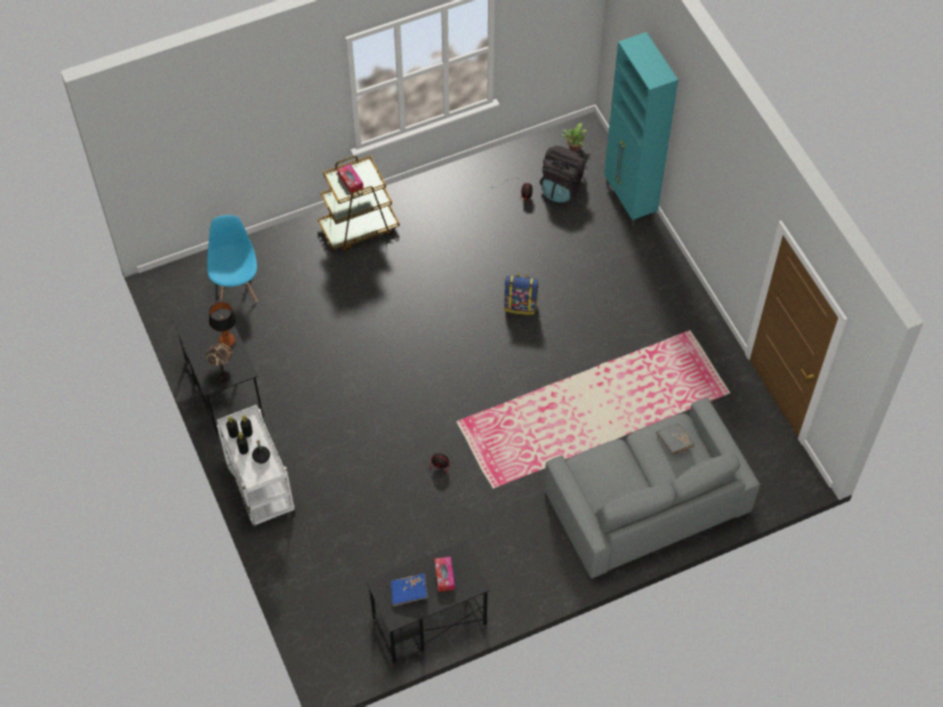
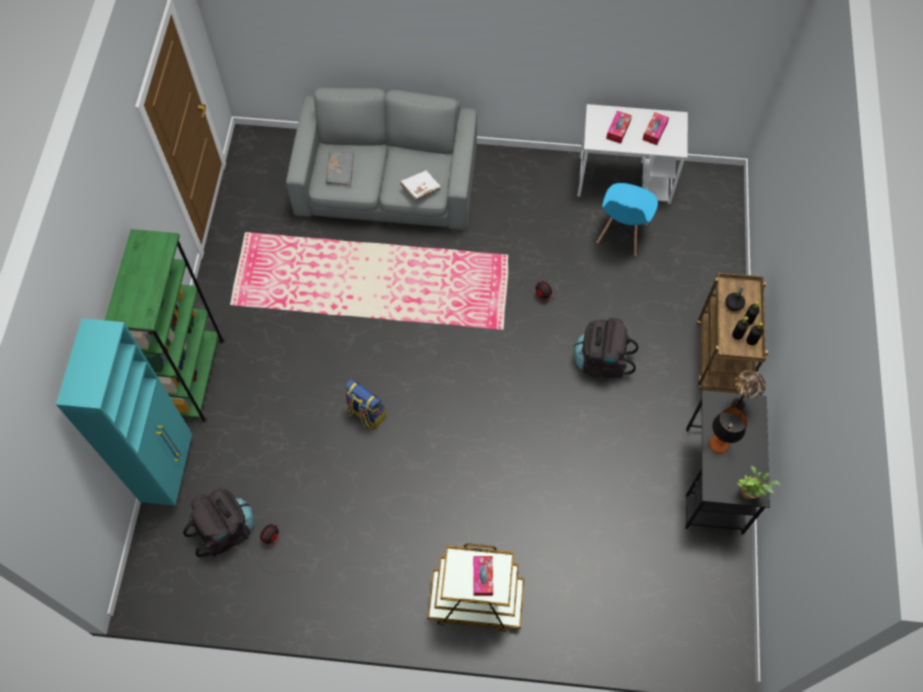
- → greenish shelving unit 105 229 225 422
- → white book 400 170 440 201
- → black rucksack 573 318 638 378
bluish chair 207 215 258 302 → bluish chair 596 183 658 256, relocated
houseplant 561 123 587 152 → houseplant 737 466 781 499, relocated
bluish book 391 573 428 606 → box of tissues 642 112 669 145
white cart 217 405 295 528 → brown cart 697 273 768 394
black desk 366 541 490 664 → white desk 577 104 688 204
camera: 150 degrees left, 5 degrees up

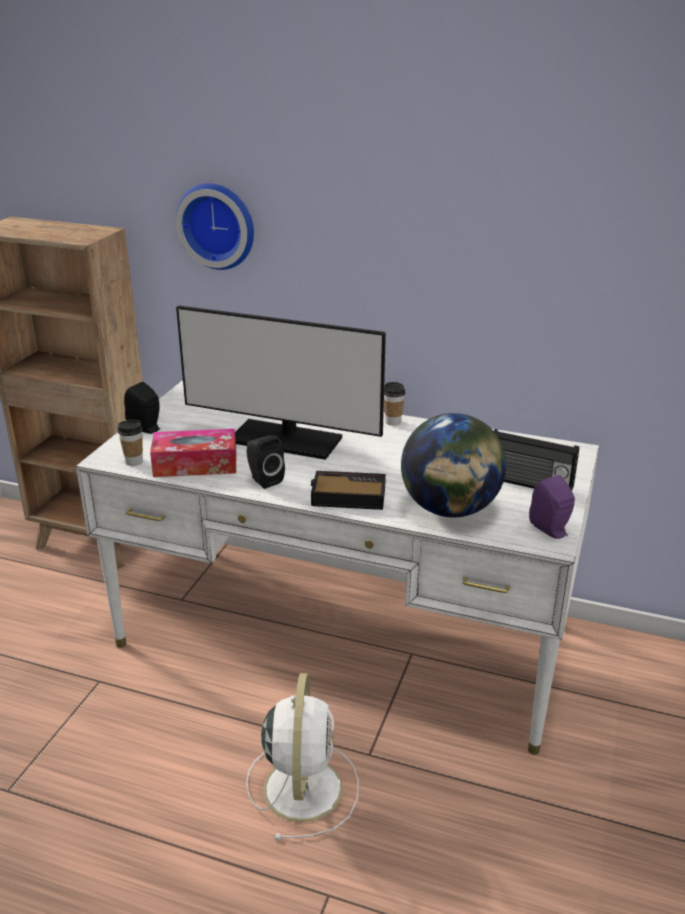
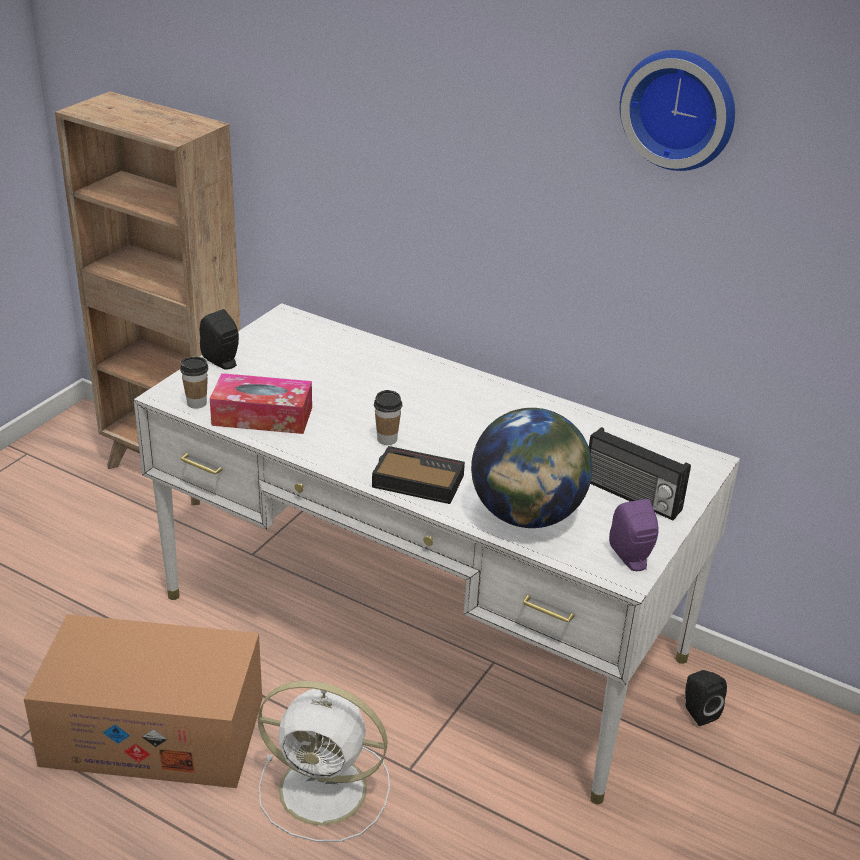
computer screen 176 305 386 460 → -
- → packing box 24 614 262 788
clock on the wall 176 183 254 270 → clock on the wall 620 50 735 171, relocated
black loudspeaker 247 435 285 489 → black loudspeaker 685 670 727 726, relocated
drinking cup 384 382 405 426 → drinking cup 374 390 402 445, relocated
white fan 246 673 359 840 → white fan 258 681 390 842, 90 degrees clockwise
camera: 10 degrees right, 5 degrees up

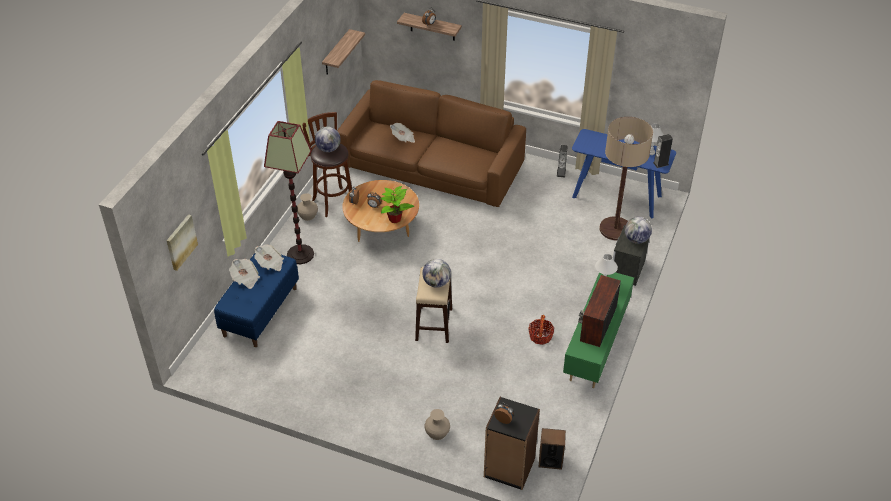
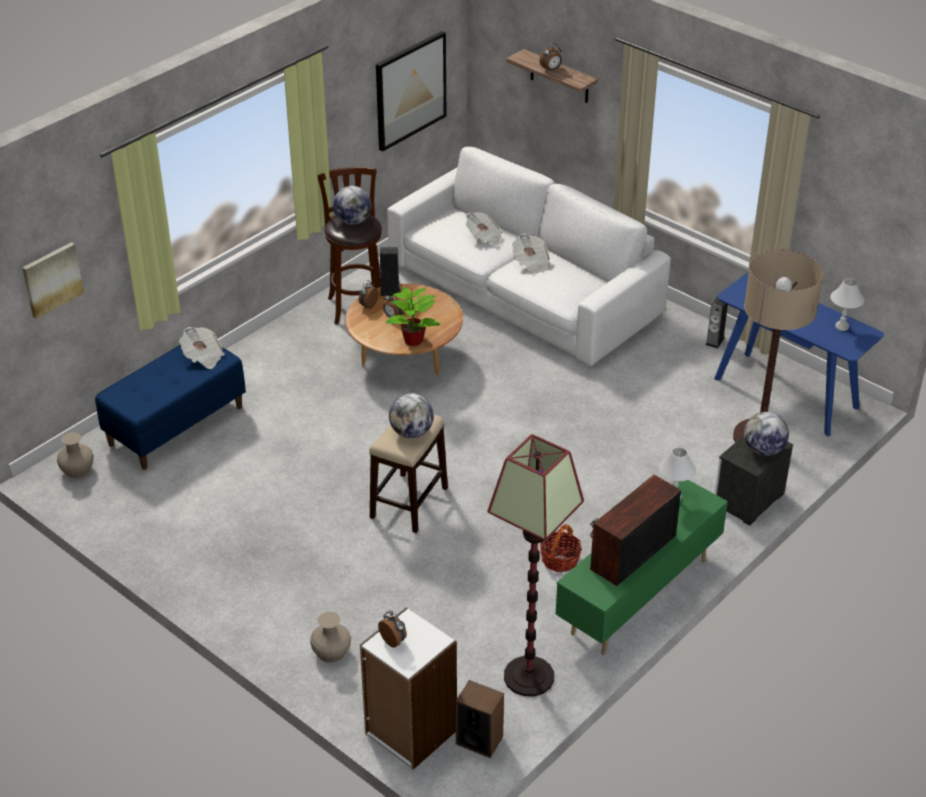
printed paper 229 259 260 289 → printed paper 512 233 551 275, relocated
standard lamp 264 121 314 264 → standard lamp 487 434 584 697, relocated
beige-coloured vase 297 193 318 221 → beige-coloured vase 57 432 94 478, relocated
loudspeaker 653 134 673 168 → loudspeaker 380 247 401 296, relocated
shelf 322 29 365 74 → wall art 376 31 446 152
brown sofa 337 80 526 207 → white sofa 388 147 671 366
black shelving unit 484 397 540 490 → white shelving unit 360 607 457 770
camera: 20 degrees right, 5 degrees down

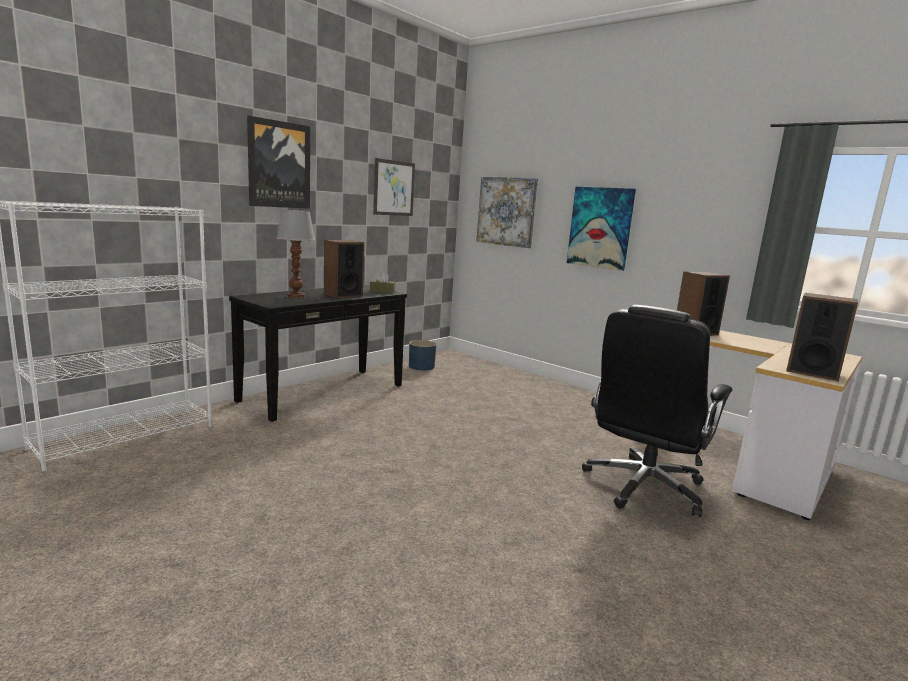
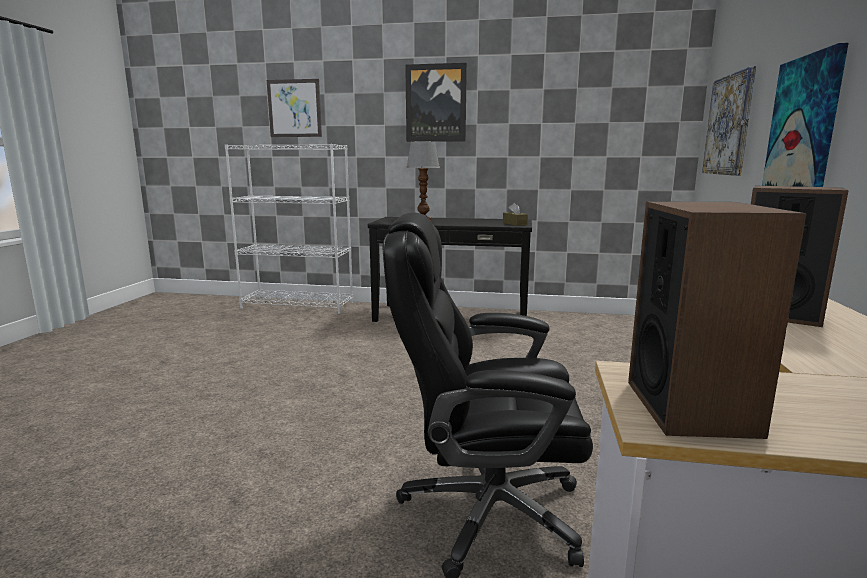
loudspeaker 324 240 364 298 → -
bluish plant pot 409 340 436 371 → -
wall art 373 158 415 216 → wall art 267 79 322 137, relocated
camera: 60 degrees right, 0 degrees up

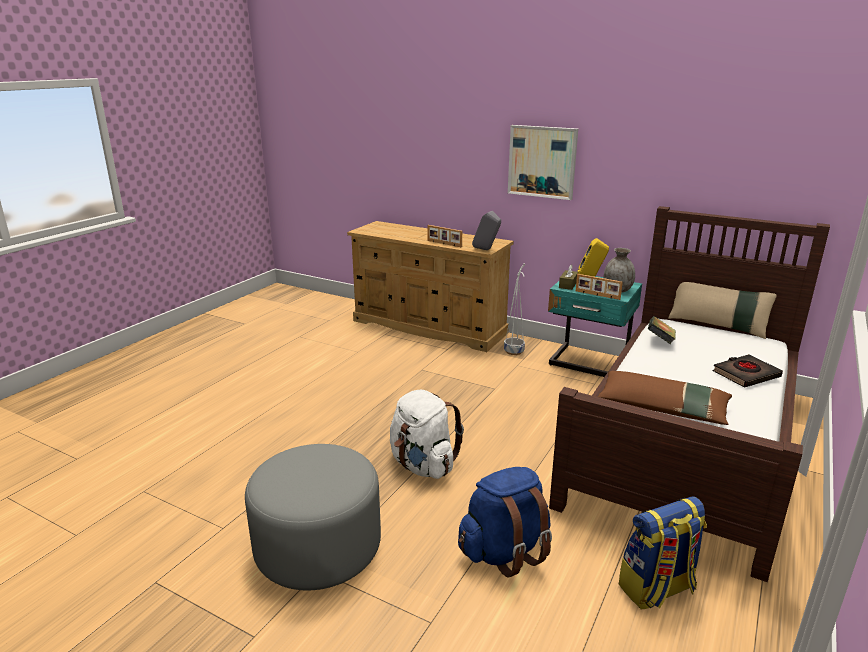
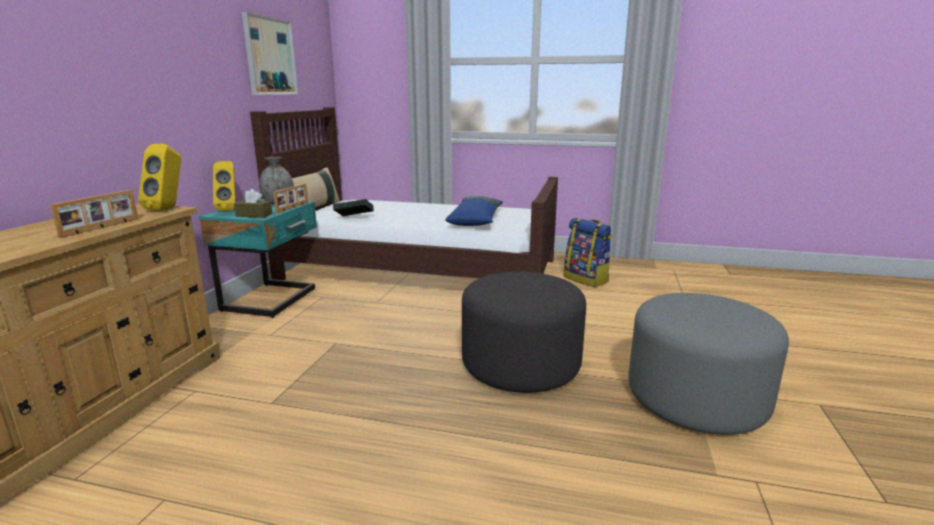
bluish rucksack 458 467 552 577 → -
white plant pot 504 264 525 355 → -
black book 712 354 783 388 → -
wall art 508 125 578 200 → wall art 242 12 298 95, relocated
white rucksack 390 390 464 479 → greyish footrest 462 272 586 393
greyish loudspeaker 472 211 501 250 → yellow-coloured loudspeaker 138 144 181 210
brown pillow 597 371 732 425 → bluish pillow 445 195 503 226
camera: 105 degrees left, 5 degrees down

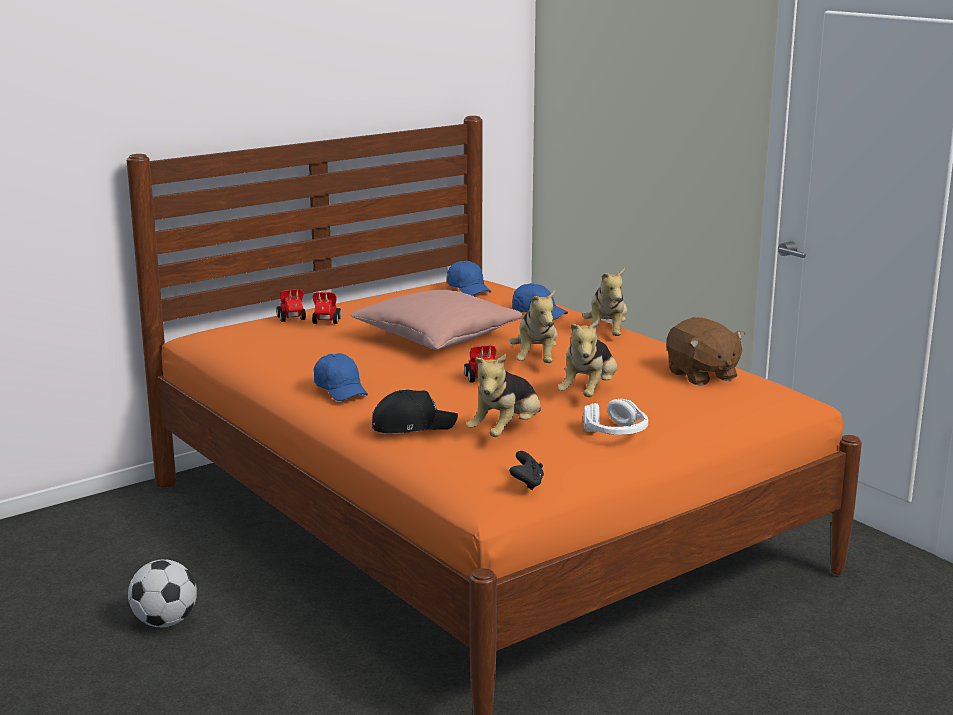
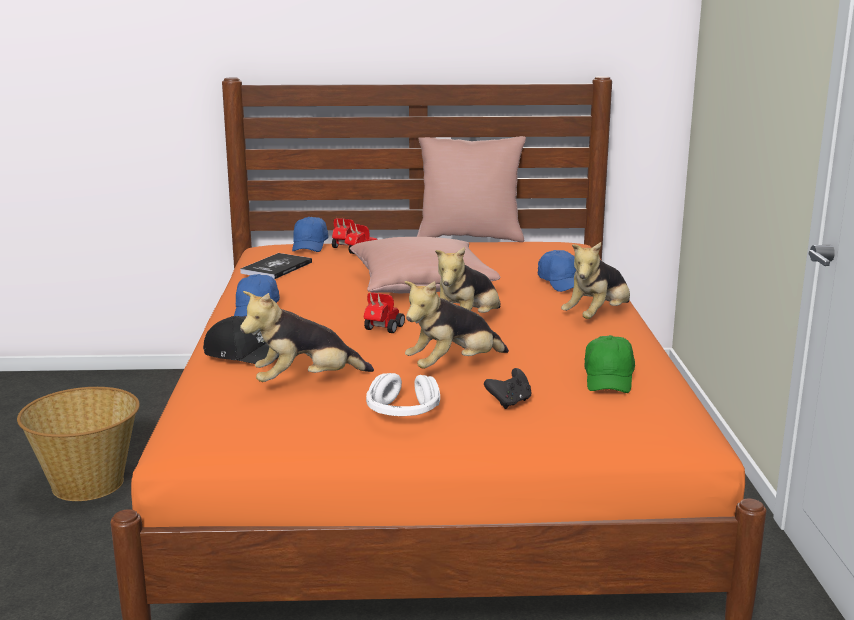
- → book 240 253 312 279
- → pinkish pillow 417 136 526 242
bluish cap 447 261 491 296 → bluish cap 292 217 329 252, relocated
black joypad 509 451 544 490 → black joypad 484 368 532 409, relocated
ball for football 128 559 197 627 → household basket 17 387 140 501
brown cuddly toy 666 317 745 386 → greenish cap 584 335 635 393
camera: 35 degrees right, 0 degrees up

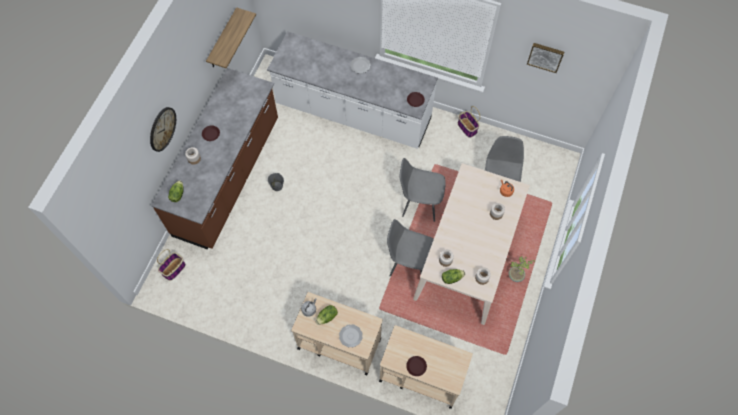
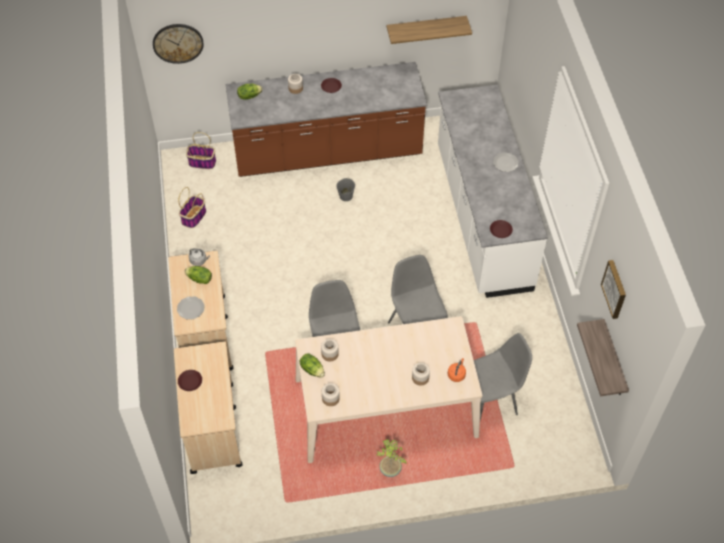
- → shelf 577 319 629 396
clock on the wall 150 107 176 152 → clock on the wall 153 24 204 64, relocated
household basket 458 106 480 138 → household basket 178 187 206 228, relocated
camera: 60 degrees right, 10 degrees down

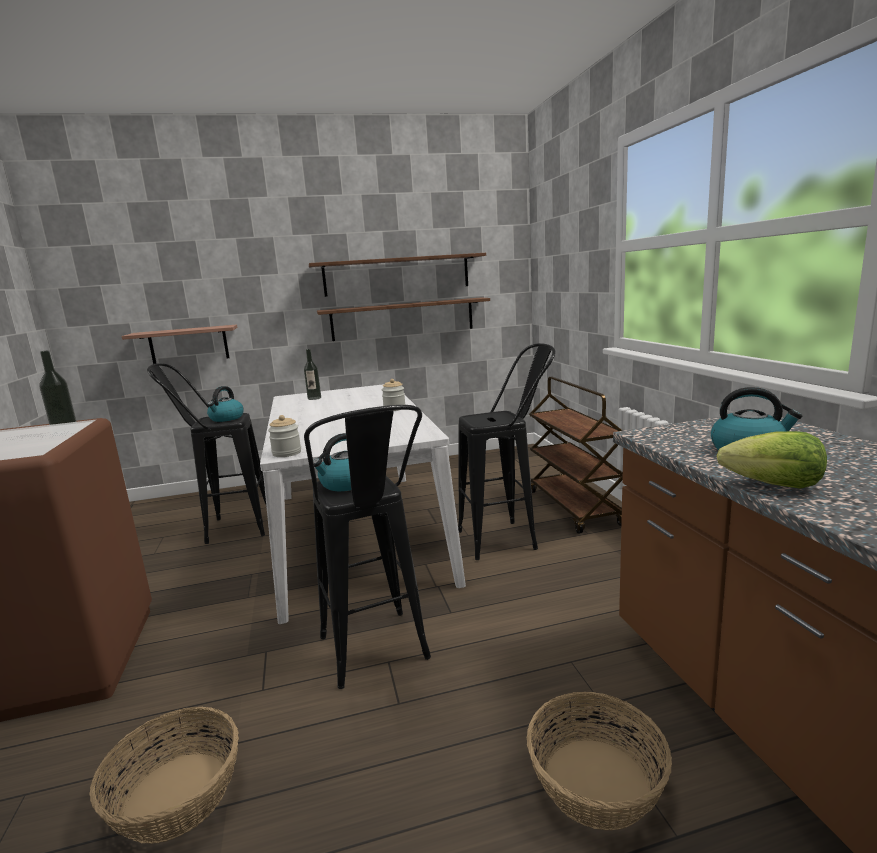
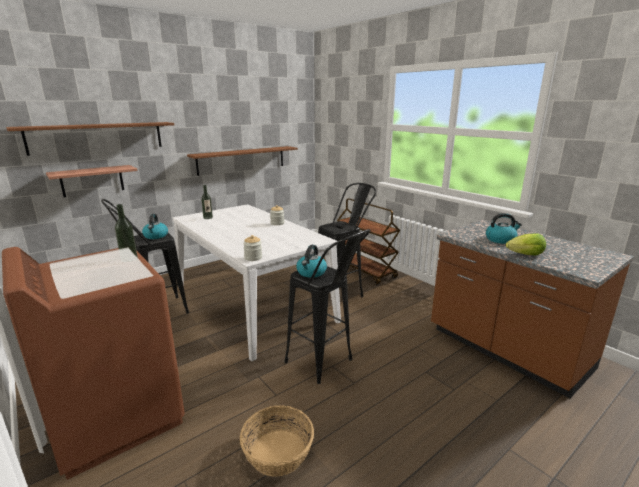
household basket 527 692 672 830 → -
brown shelf 309 253 486 297 → brown shelf 6 122 174 156, relocated
camera: 25 degrees left, 5 degrees up

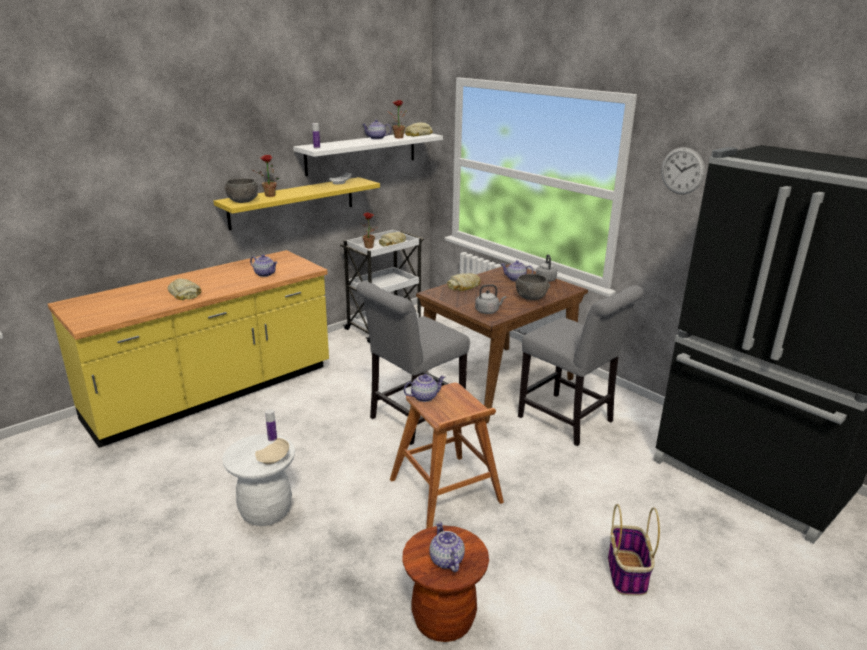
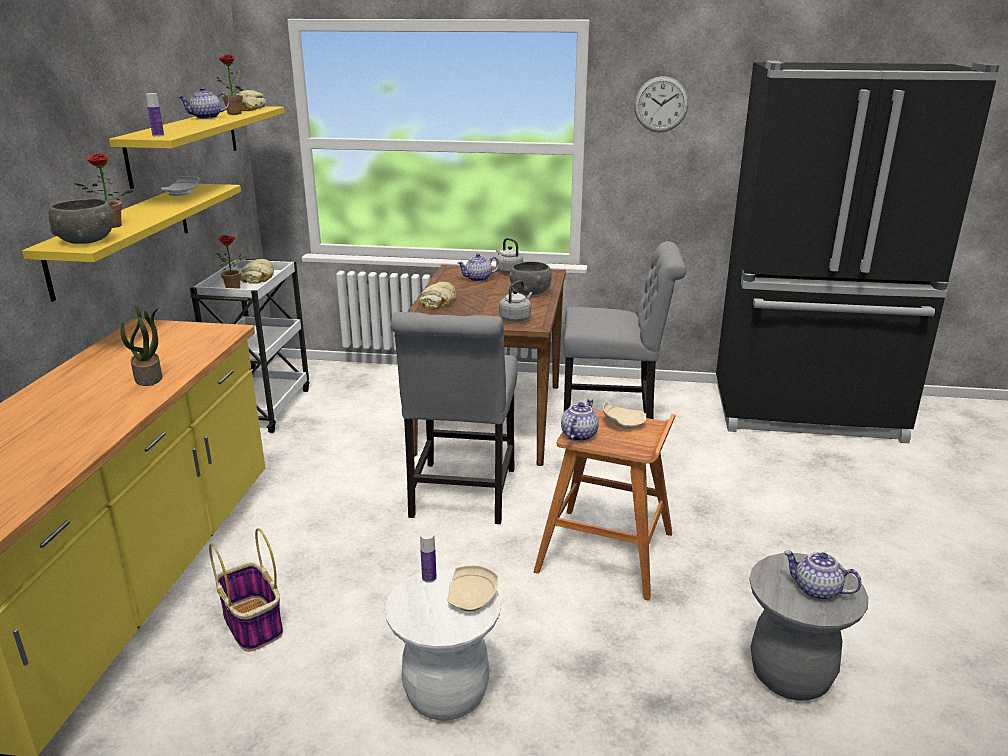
bread 167 278 201 300 → -
teapot 250 255 277 277 → -
- → houseplant 121 306 162 386
- → beige-coloured dinner plate 603 402 646 429
household basket 608 504 660 596 → household basket 209 528 283 652, relocated
white shelf 293 133 443 176 → yellow-coloured shelf 109 106 285 189
brown stool 403 525 489 642 → greyish stool 749 553 868 701
camera: 40 degrees left, 0 degrees up

